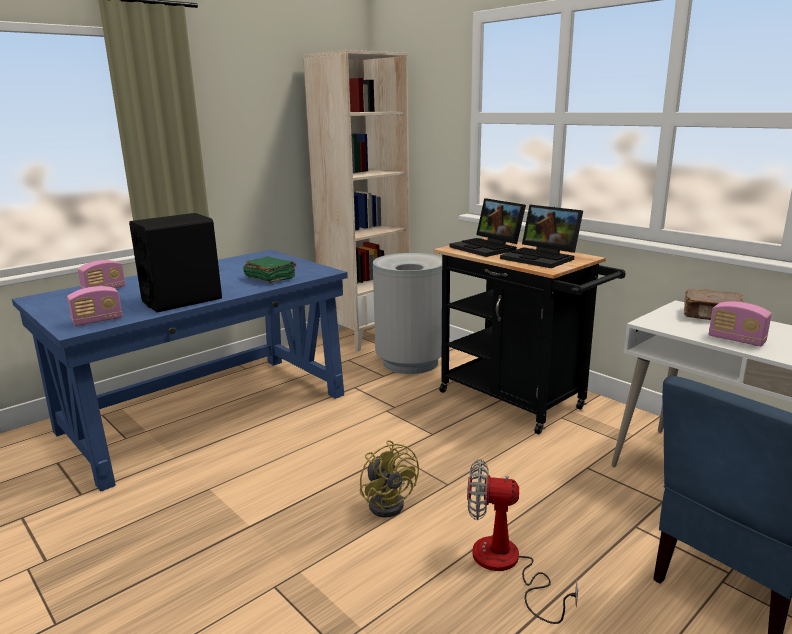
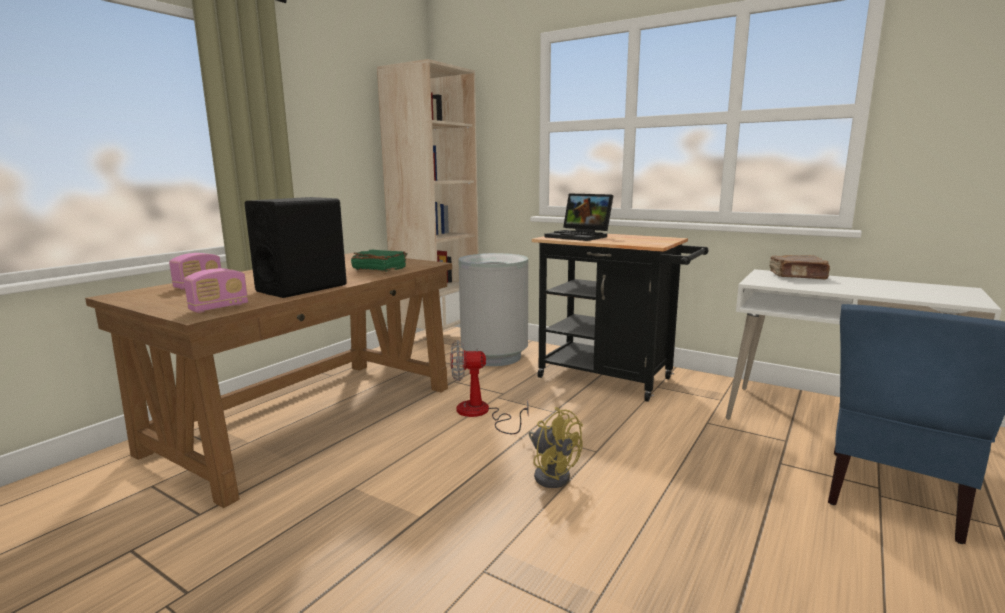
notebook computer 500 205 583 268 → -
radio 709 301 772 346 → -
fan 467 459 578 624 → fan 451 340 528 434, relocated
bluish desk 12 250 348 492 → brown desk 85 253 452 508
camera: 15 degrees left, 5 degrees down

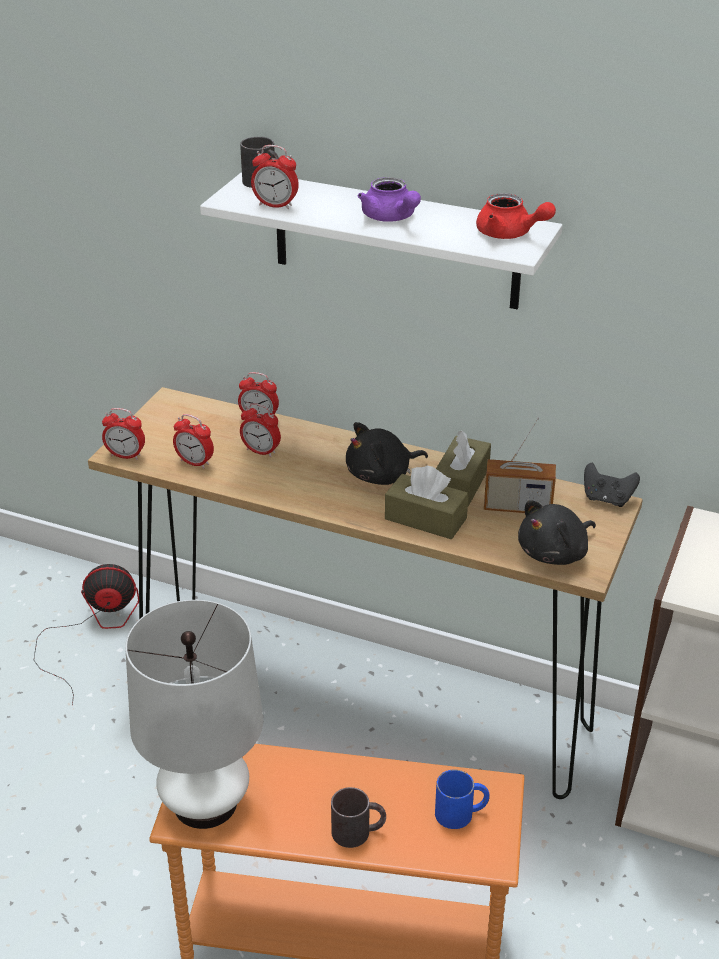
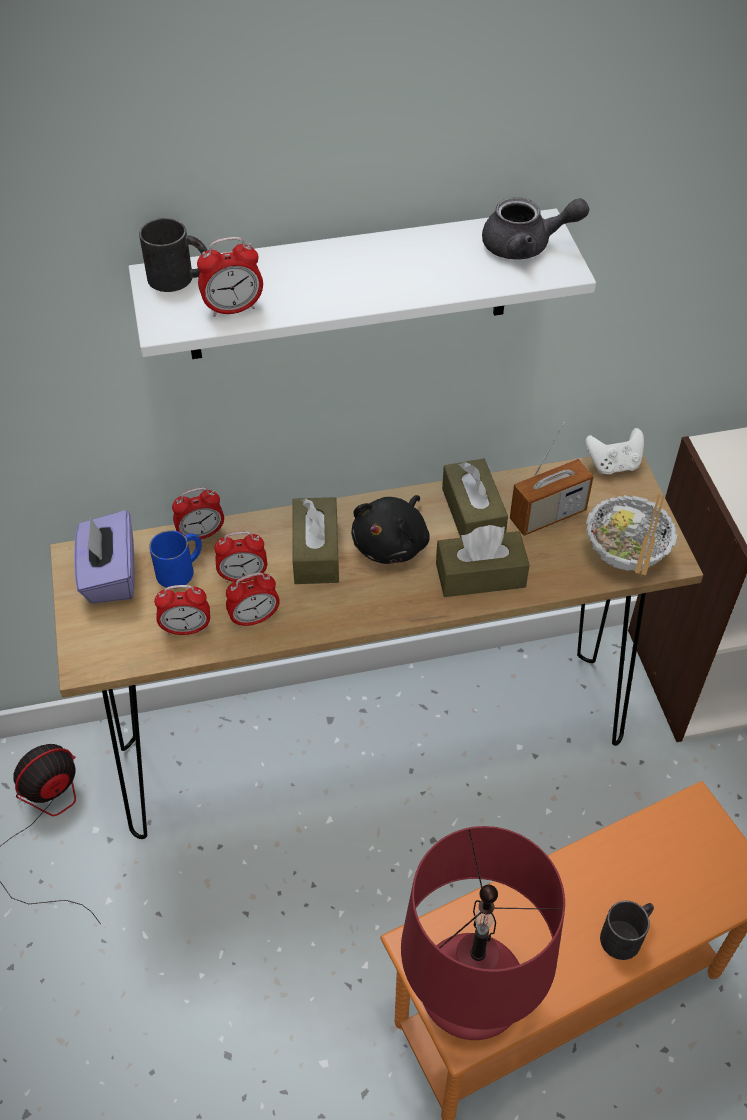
purplish teapot 358 177 421 222 → -
- → purplish box of tissues 74 510 135 603
- → brown box of tissues 293 497 339 584
alarm clock 102 408 145 460 → alarm clock 226 573 280 628, relocated
bluish tea mug 435 770 490 829 → bluish tea mug 149 530 202 589, relocated
black cuddly toy 518 500 596 565 → serving bowl 586 494 677 577
white table lamp 125 600 263 829 → reddish table lamp 401 826 565 1040
reddish teapot 476 193 556 239 → greyish teapot 482 197 589 260
black joypad 584 463 640 507 → white joypad 585 428 644 474
camera: 35 degrees left, 15 degrees up

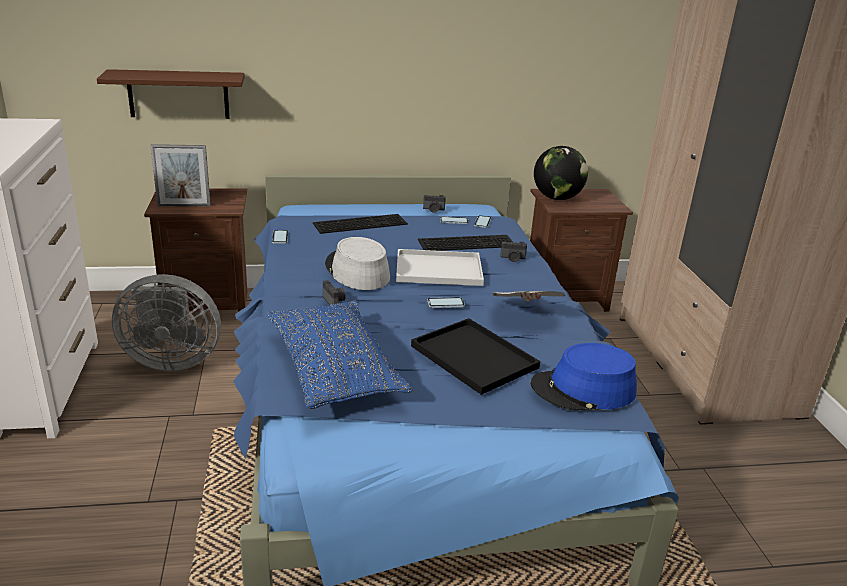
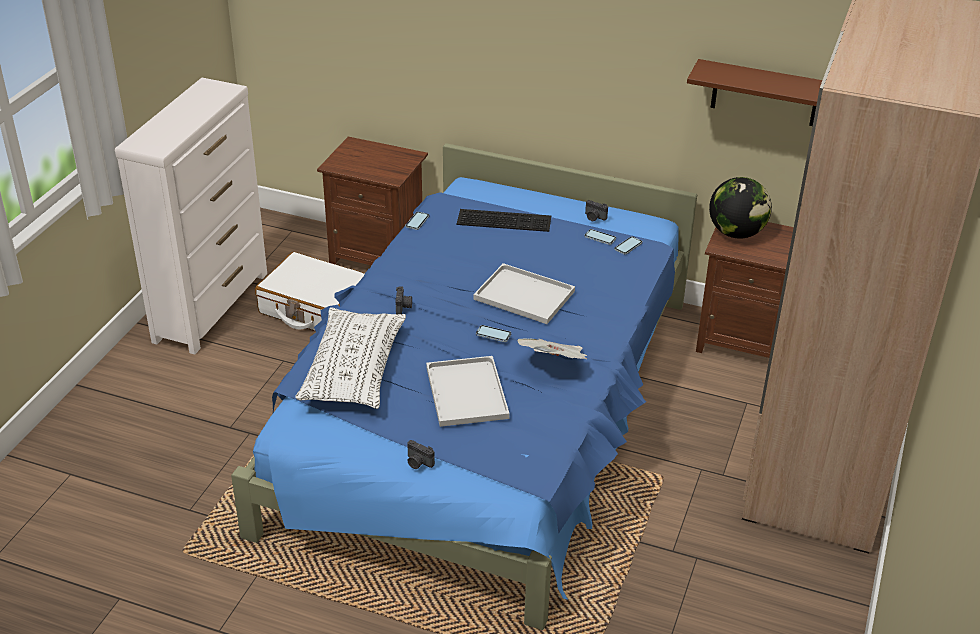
photo frame 150 144 211 207 → -
greyish hat 325 237 390 290 → -
computer keyboard 418 235 513 251 → -
bluish hat 531 343 637 411 → -
brown shelf 97 69 245 119 → brown shelf 687 59 822 126, relocated
still camera 500 242 527 262 → still camera 408 440 435 469, relocated
greyish fan 112 274 221 371 → white piece of luggage 255 252 365 332
bluish pillow 267 300 412 409 → white pillow 295 307 406 409
black serving tray 411 318 540 395 → white serving tray 426 356 510 427
camera: 30 degrees right, 10 degrees up

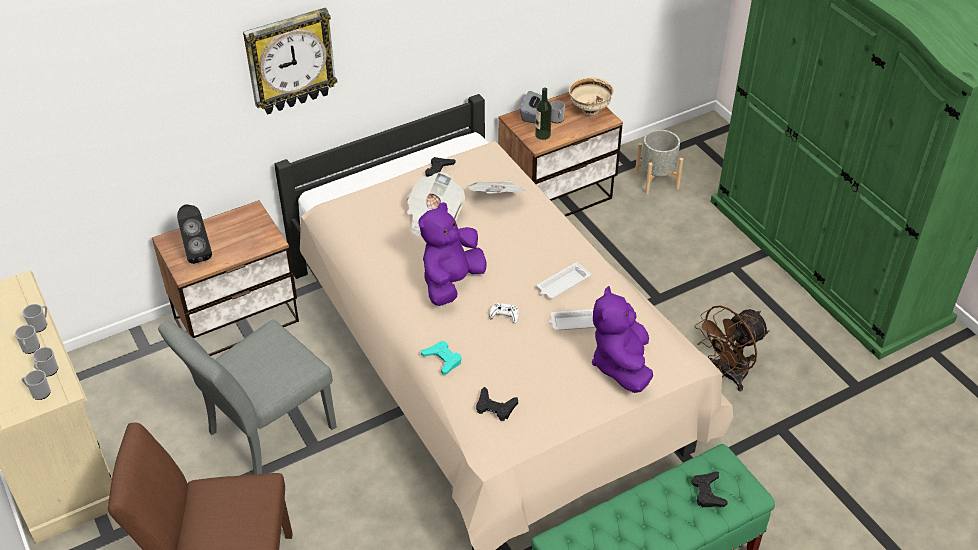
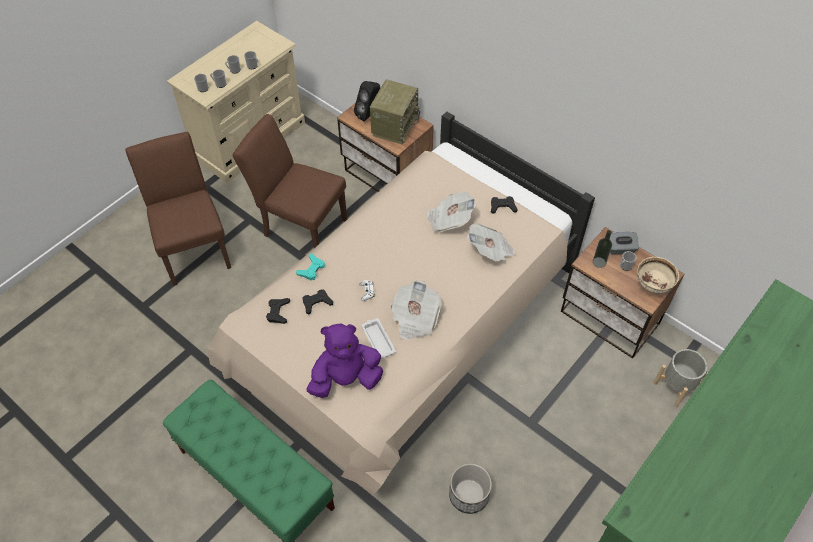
clock on the wall 243 8 337 114 → -
purplish cuddly toy 419 202 487 306 → -
- → radio 370 79 420 145
black joypad 691 471 728 507 → black joypad 303 289 333 315, relocated
white serving tray 537 262 591 299 → printed paper 391 280 442 340
brown fan 695 305 770 391 → plant pot 449 463 492 514
greyish chair 158 320 337 475 → brown chair 233 114 347 248
camera: 70 degrees right, 10 degrees up

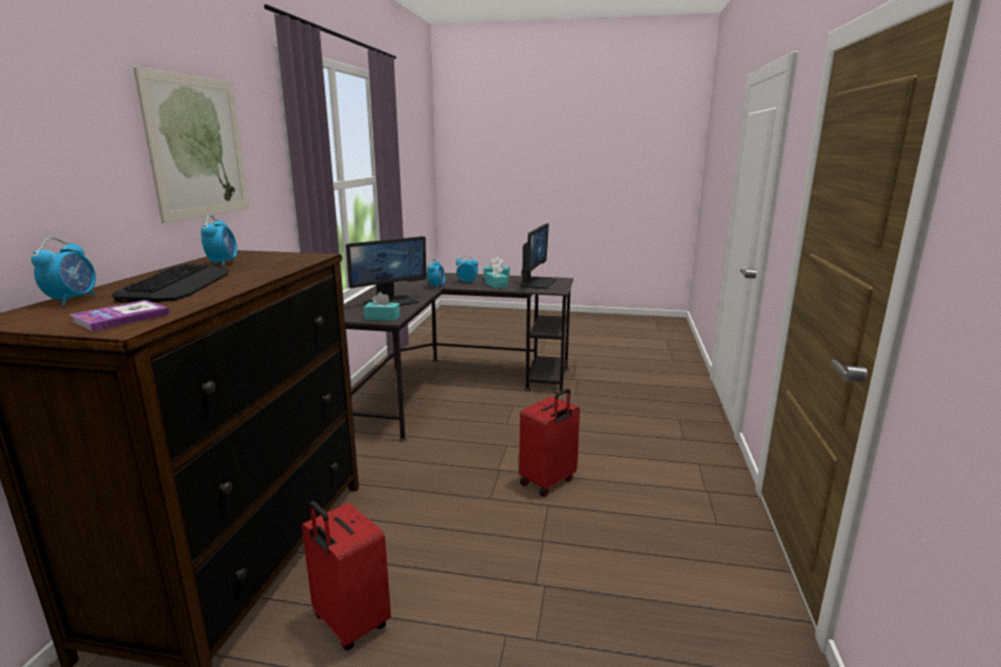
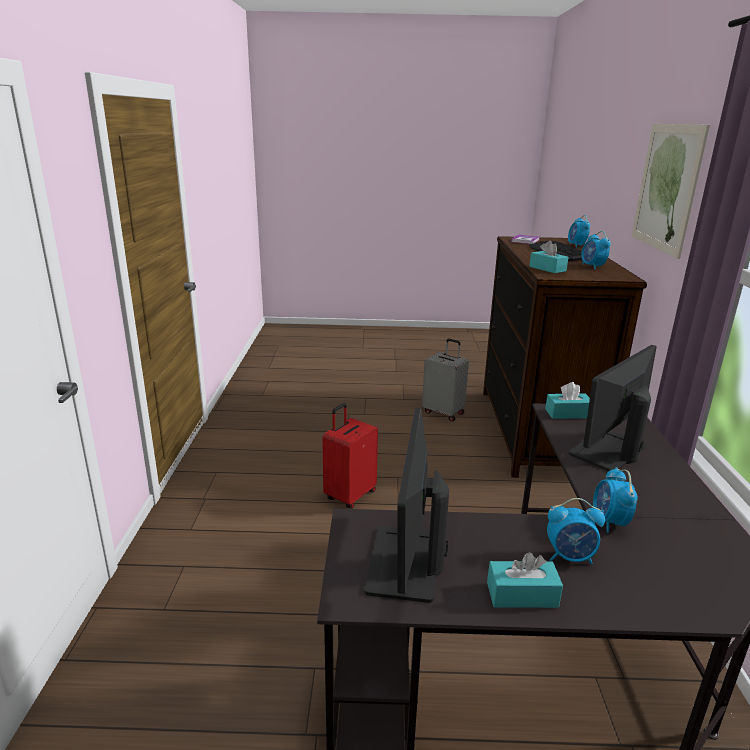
turquoise-coloured box of tissues 485 264 508 289 → turquoise-coloured box of tissues 529 241 569 273, relocated
reddish piece of luggage 302 501 391 650 → greyish piece of luggage 422 339 469 421
camera: 170 degrees right, 5 degrees up

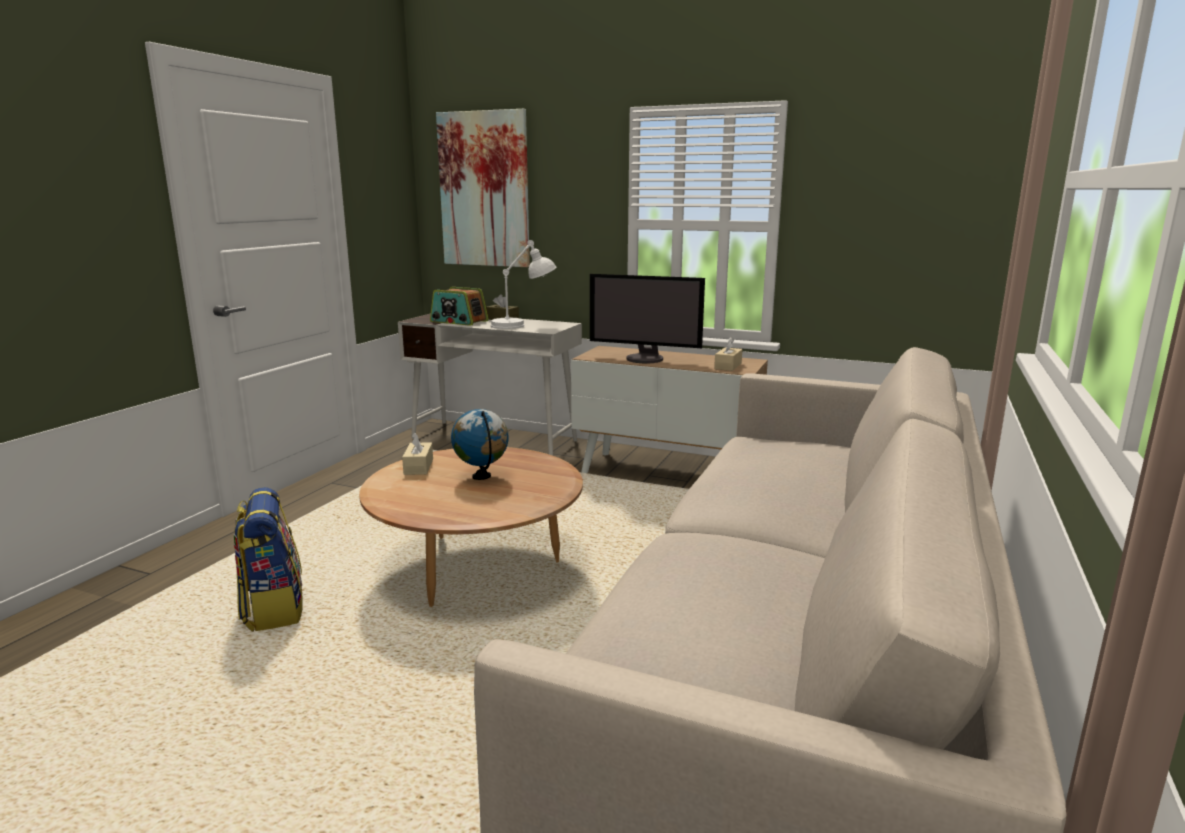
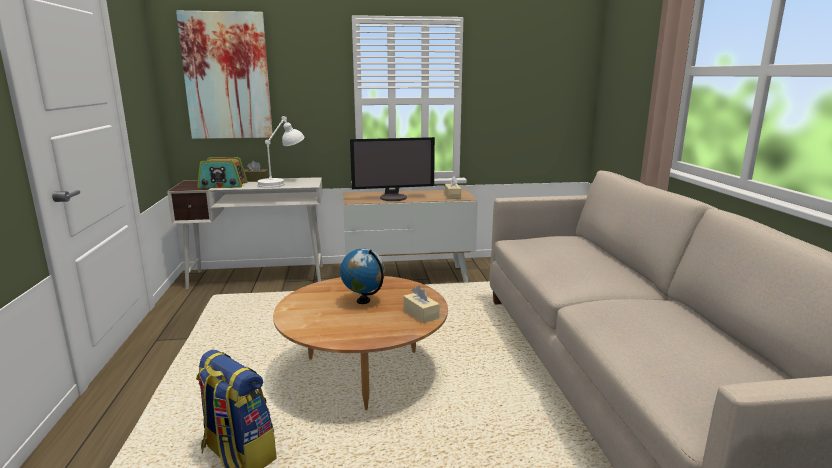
beige-coloured box of tissues 402 432 433 475 → beige-coloured box of tissues 403 285 440 323, relocated
camera: 30 degrees left, 0 degrees up

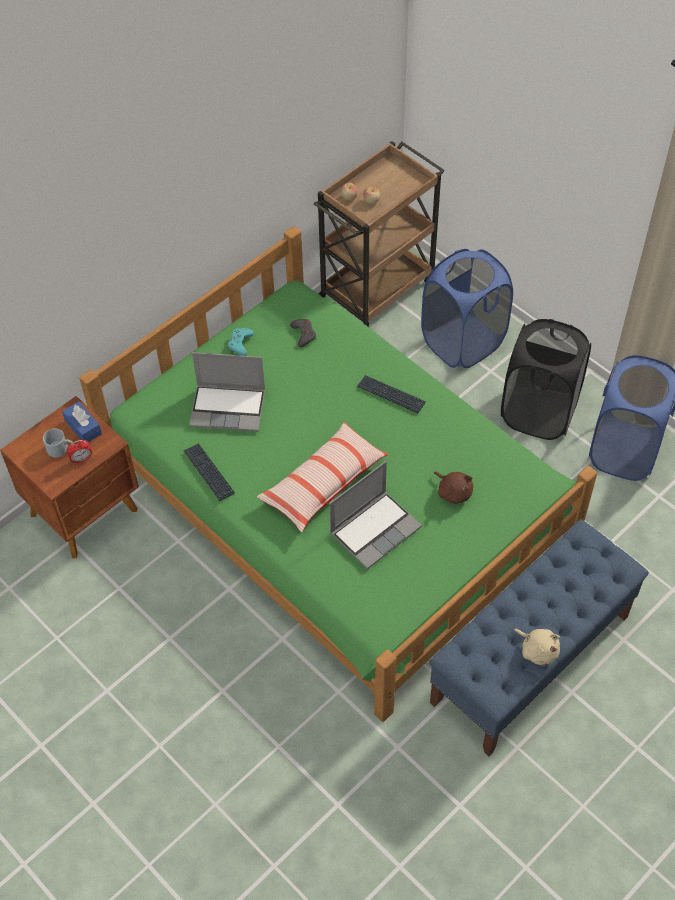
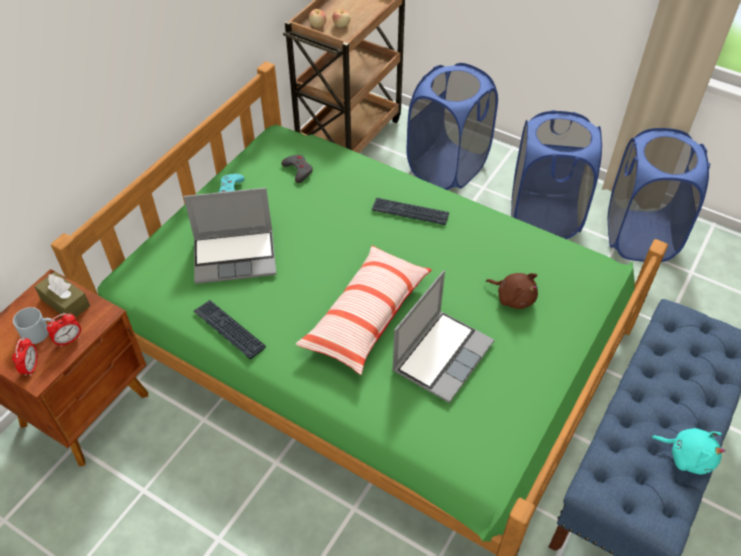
- → alarm clock 12 337 38 376
bluish box of tissues 62 401 102 442 → brown box of tissues 34 271 90 318
black hamper 501 319 591 440 → bluish hamper 511 110 602 239
beige-coloured cuddly toy 514 629 560 665 → turquoise-coloured cuddly toy 651 428 726 474
camera: 15 degrees left, 5 degrees down

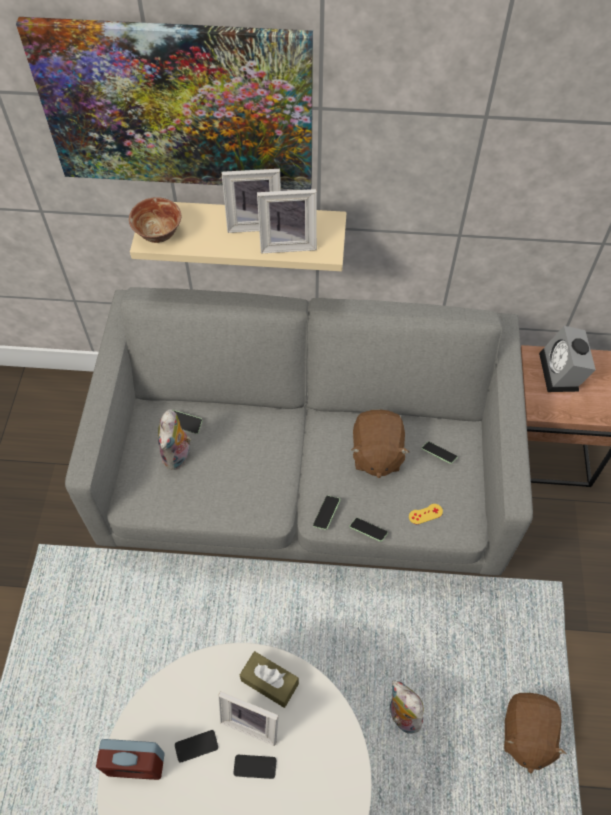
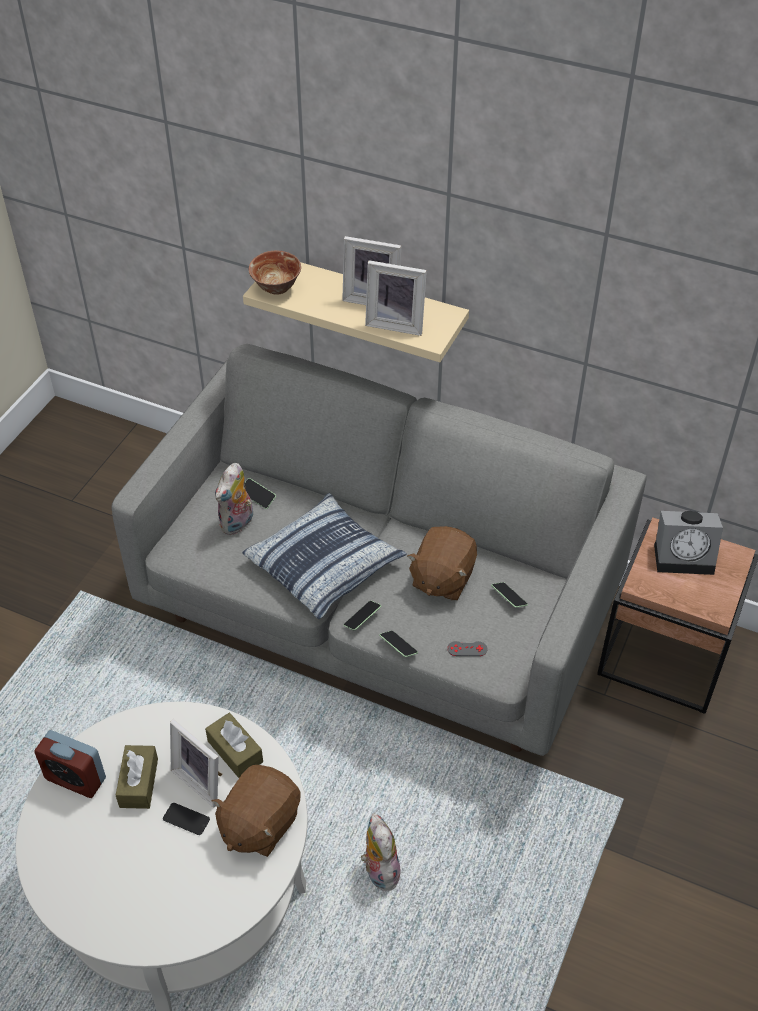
wall art 16 17 313 190 → -
- → pillow 242 493 407 619
brown cuddly toy 504 693 567 773 → brown cuddly toy 211 765 301 857, relocated
handset 175 730 218 763 → brown box of tissues 116 745 158 809
yellow-coloured joypad 409 504 443 524 → greyish joypad 447 641 488 656
alarm clock 539 326 596 392 → alarm clock 654 511 723 575, 105 degrees counterclockwise
camera: 20 degrees right, 10 degrees down

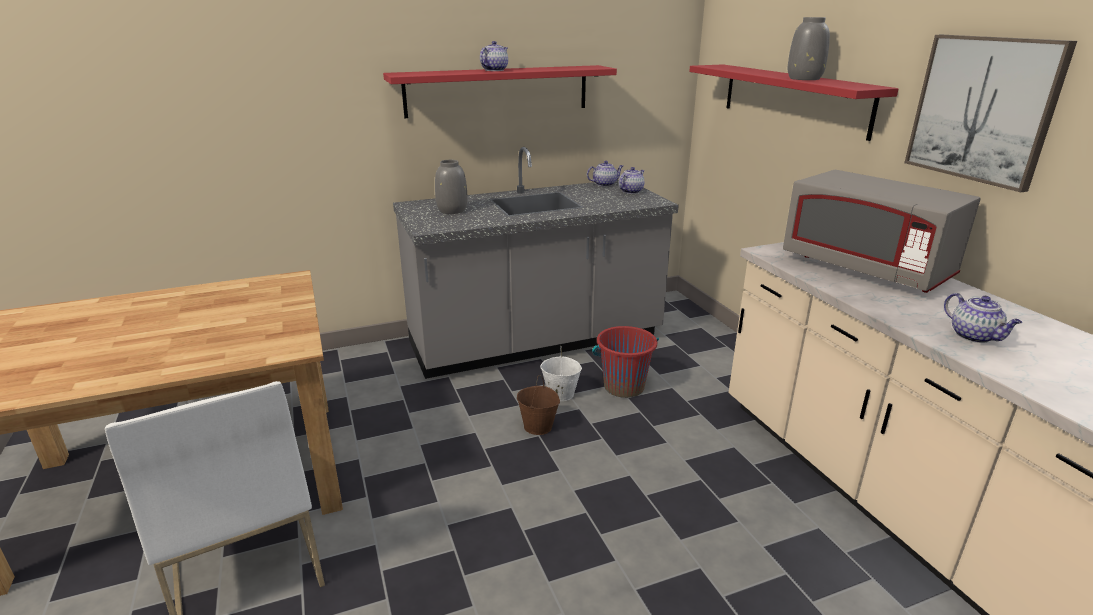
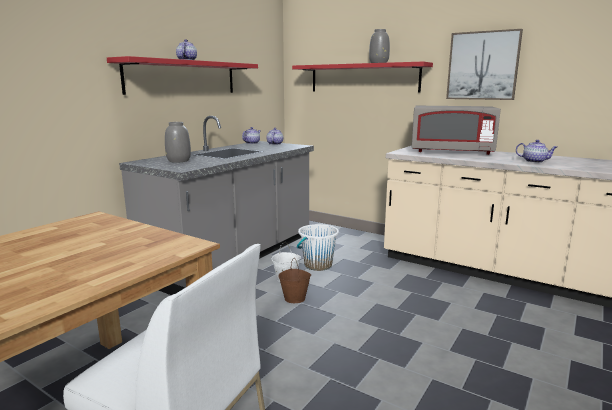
reddish water bucket 592 326 659 398 → white water bucket 297 224 339 271
camera: 35 degrees left, 10 degrees down

